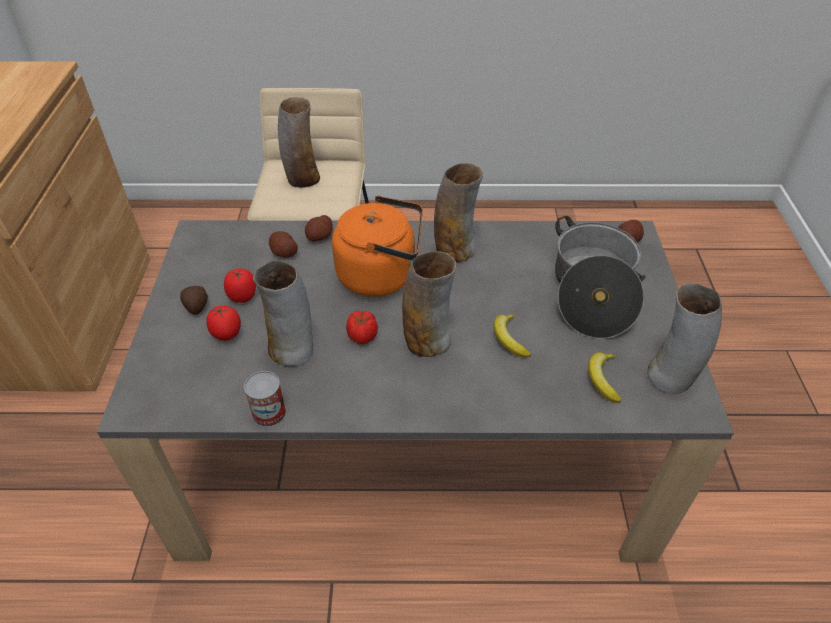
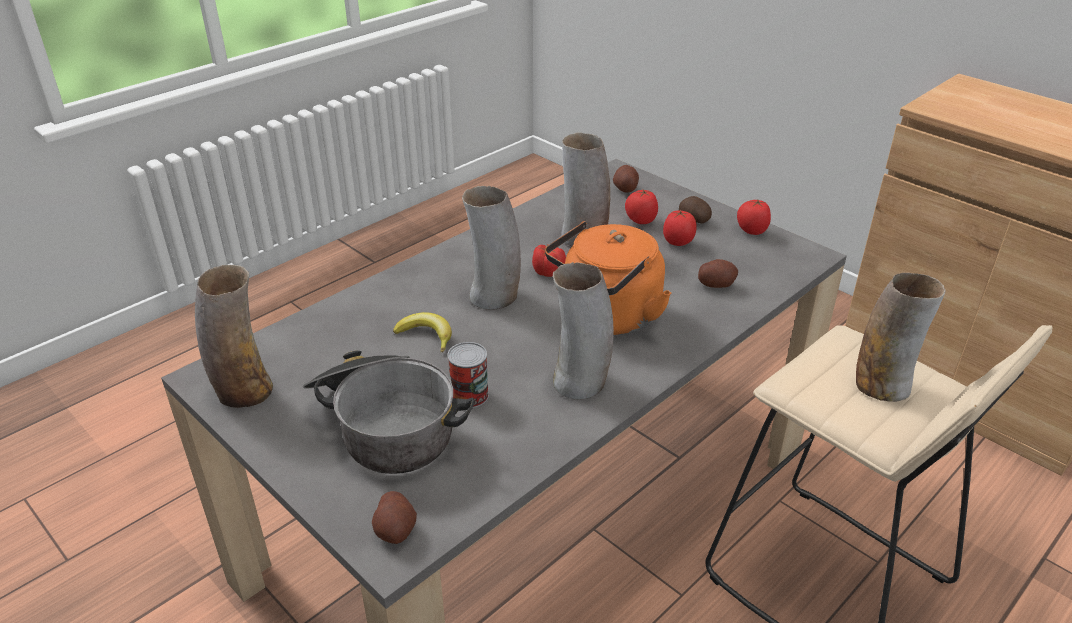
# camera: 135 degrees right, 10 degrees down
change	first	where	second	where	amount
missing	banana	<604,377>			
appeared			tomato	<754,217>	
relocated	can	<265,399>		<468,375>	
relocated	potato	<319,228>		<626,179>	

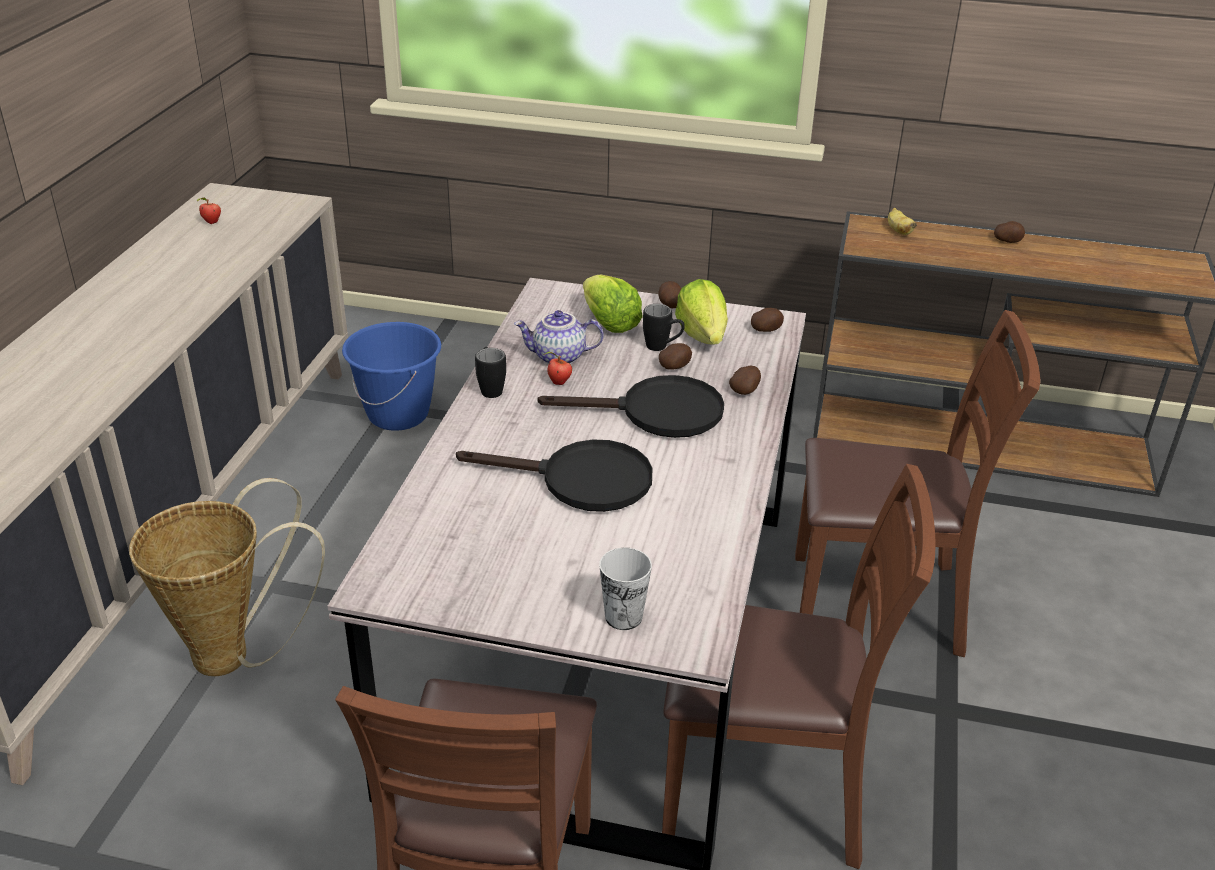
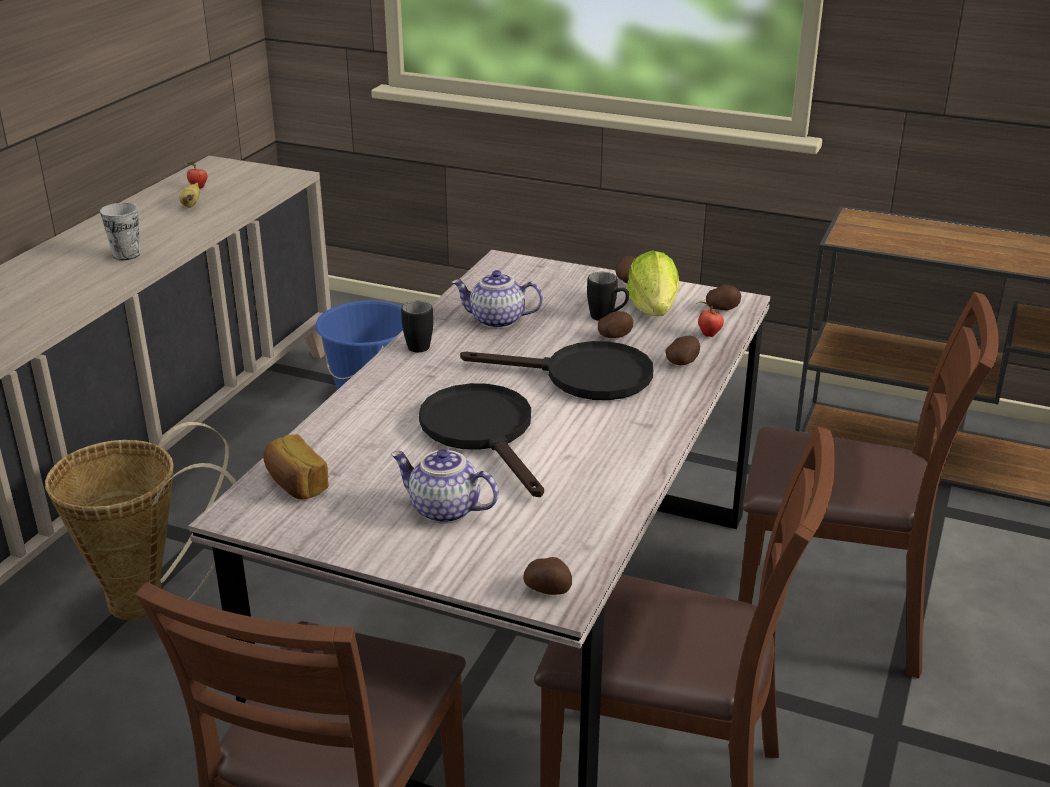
# camera: 10 degrees right, 5 degrees down
change	first	where	second	where	amount
missing	lettuce	<613,303>			
appeared			bread	<296,466>	
appeared			teapot	<445,486>	
relocated	apple	<558,368>		<711,319>	
relocated	cup	<625,589>		<120,231>	
relocated	banana	<902,221>		<189,195>	
relocated	potato	<1009,232>		<547,576>	
spun	black frying pan	<554,475>		<481,440>	135 degrees counterclockwise

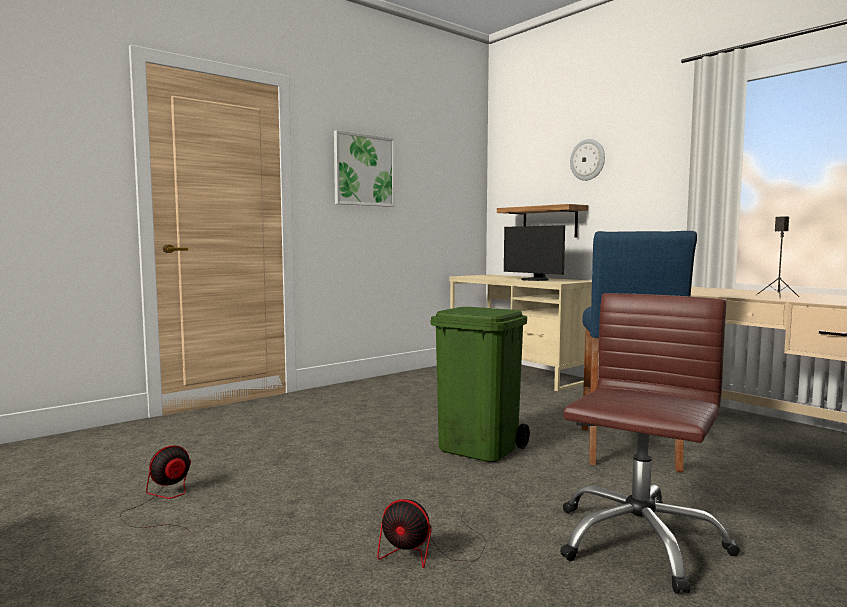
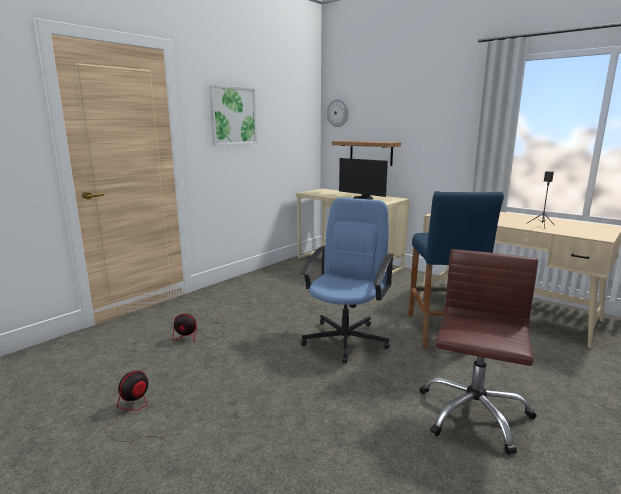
# camera: 10 degrees left, 10 degrees up
change	first	where	second	where	amount
relocated	fan	<432,533>		<199,328>	
relocated	wall clock	<587,160>		<338,113>	
exchanged	green trash can	<480,384>	blue office chair	<348,280>	

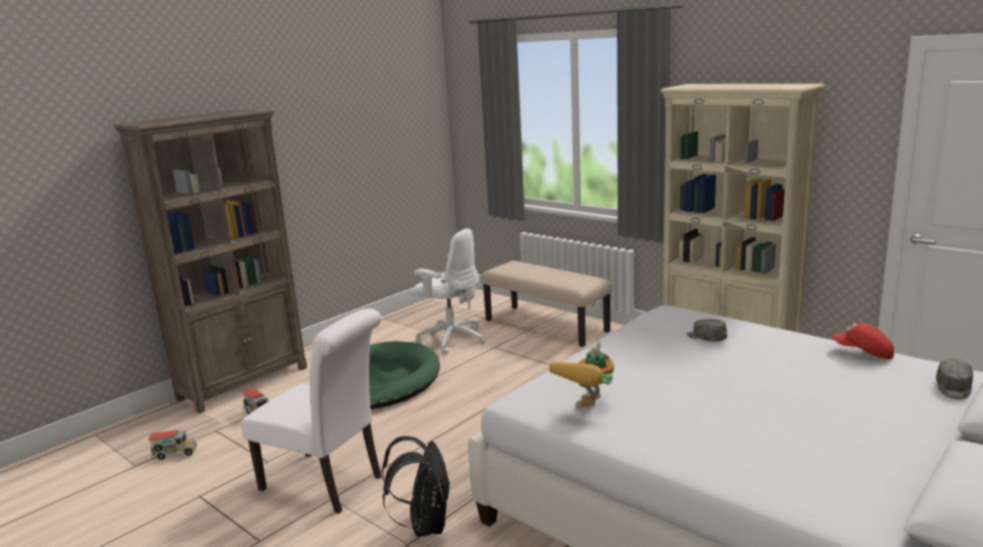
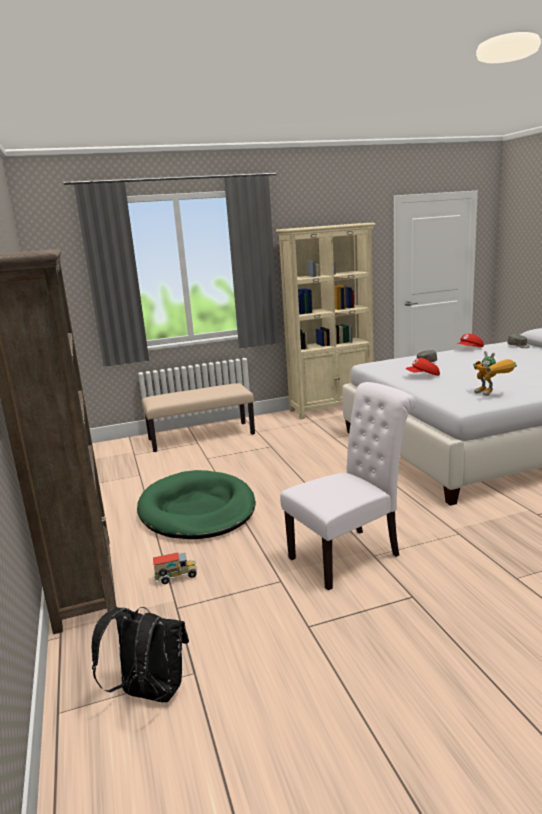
# camera: 60 degrees left, 0 degrees up
change	first	where	second	where	amount
missing	toy truck	<173,445>			
missing	white office chair	<448,291>			
appeared			red cap	<422,367>	
relocated	black backpack	<415,486>		<140,654>	

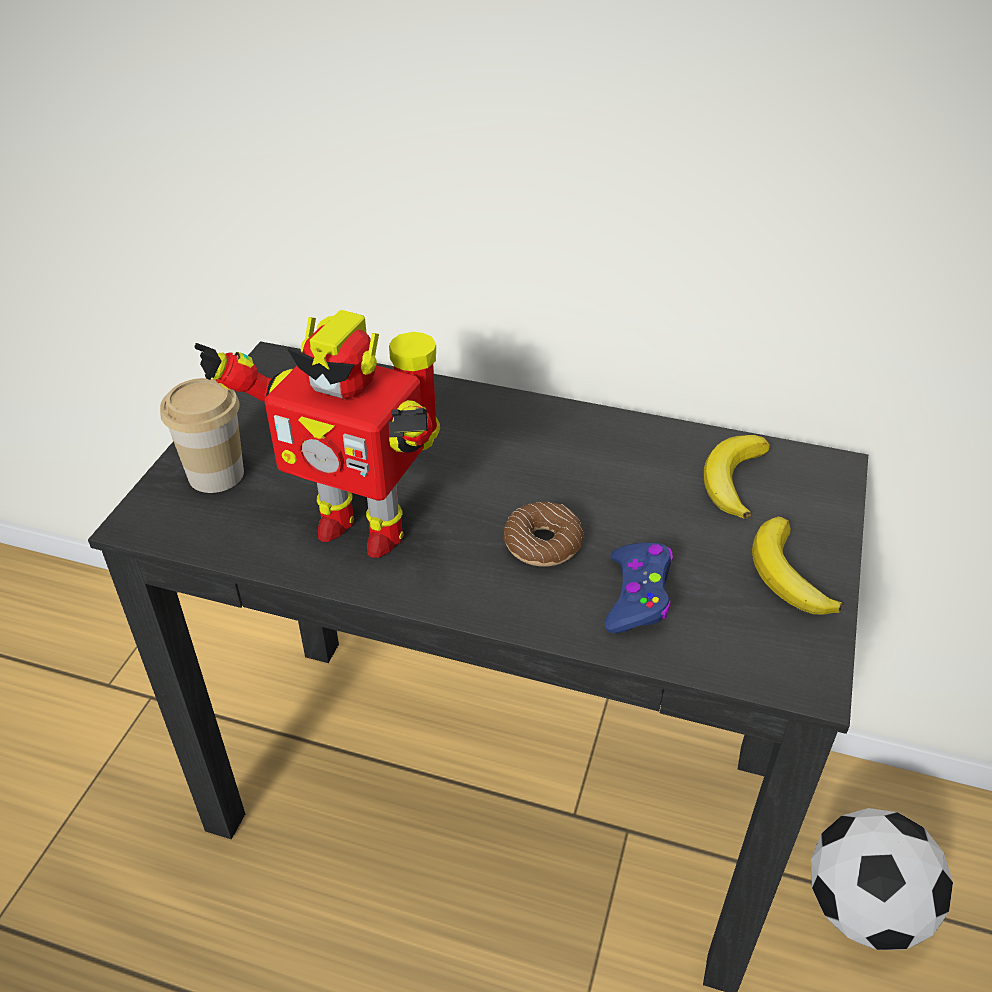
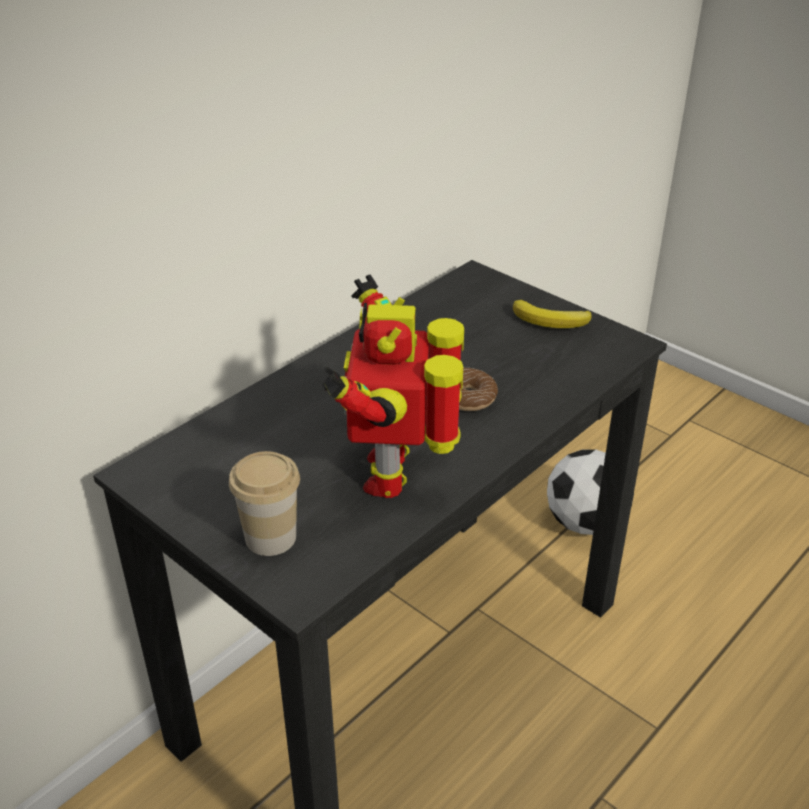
# camera: 65 degrees left, 5 degrees down
change	first	where	second	where	amount
missing	blue game controller	<639,587>			
missing	banana	<737,477>			
spun	toy robot	<317,434>		<393,386>	135 degrees clockwise

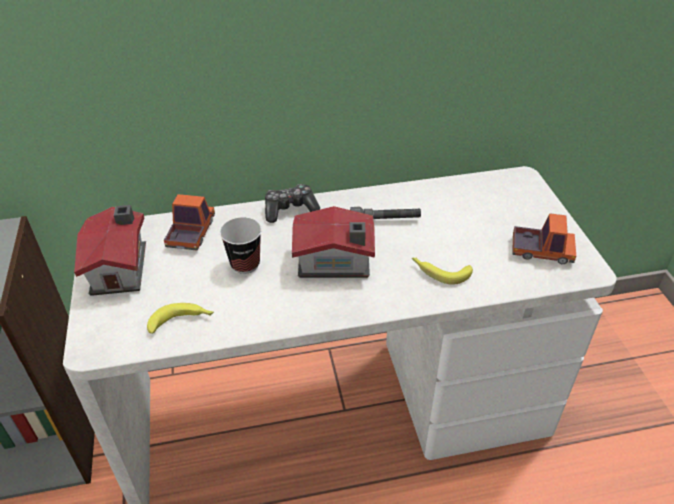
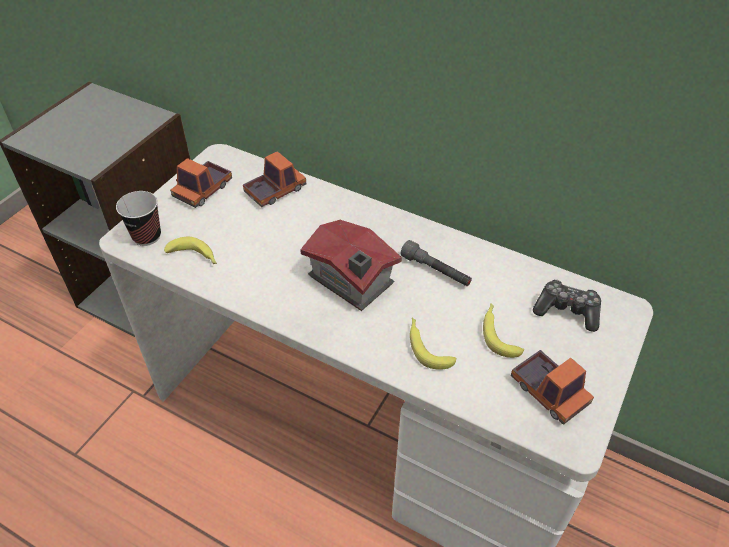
# camera: 40 degrees right, 5 degrees up
change	first	where	second	where	amount
appeared			banana	<503,330>	
relocated	cup	<241,245>		<138,218>	
relocated	game controller	<292,203>		<567,305>	
exchanged	toy house	<110,250>	toy truck	<201,183>	

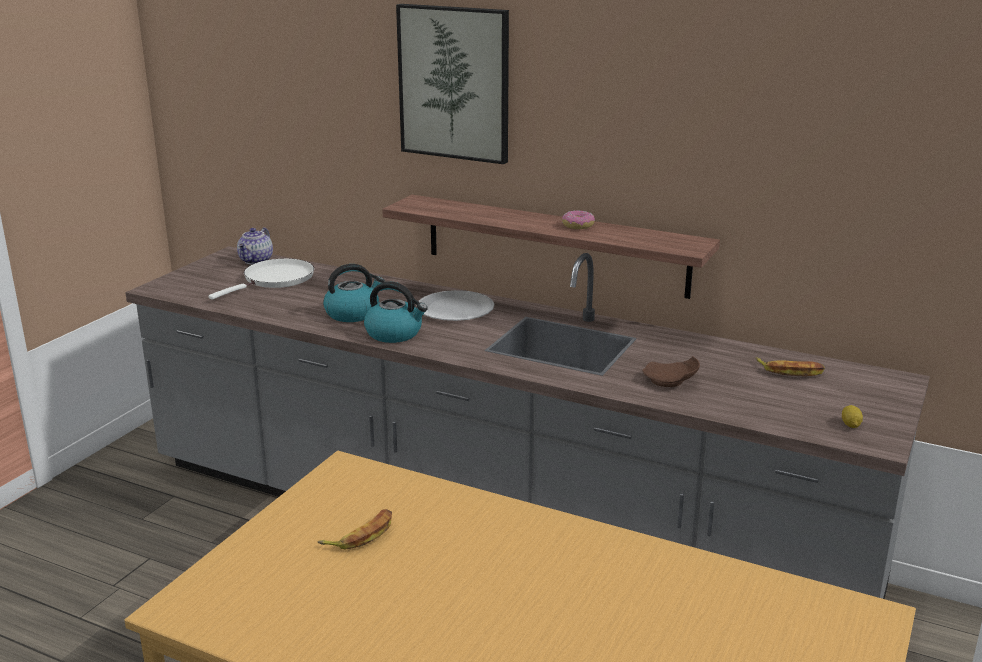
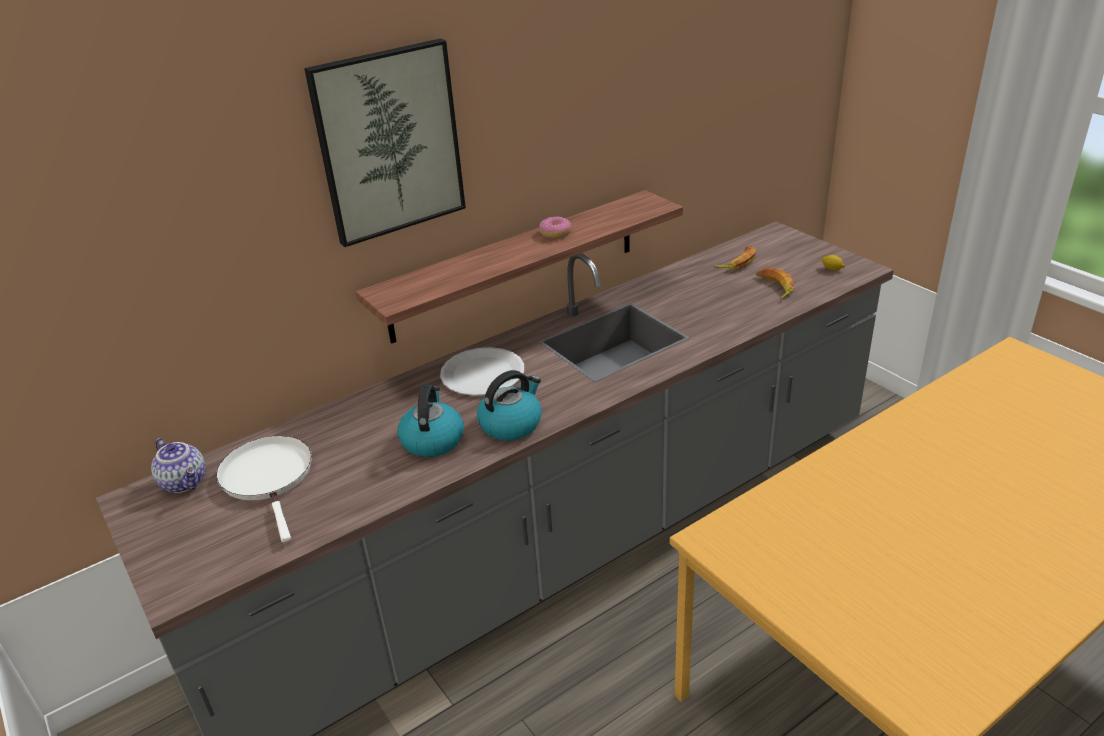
# camera: 60 degrees left, 10 degrees up
change	first	where	second	where	amount
missing	brown plate	<671,371>			
relocated	banana	<354,529>		<775,283>	

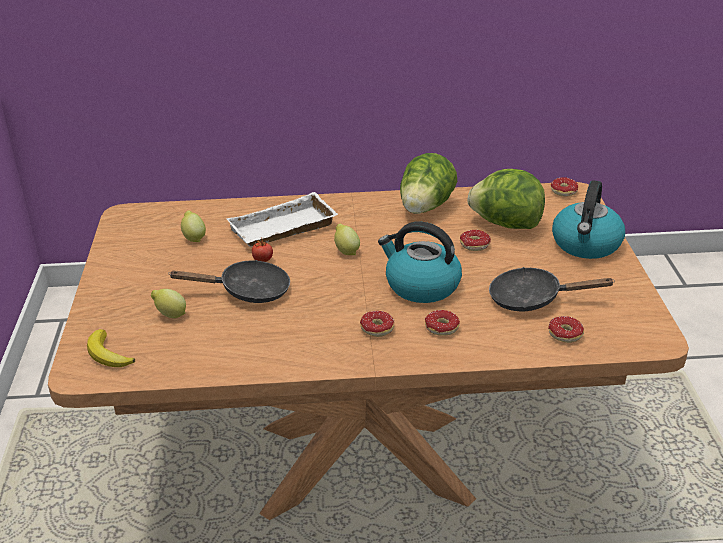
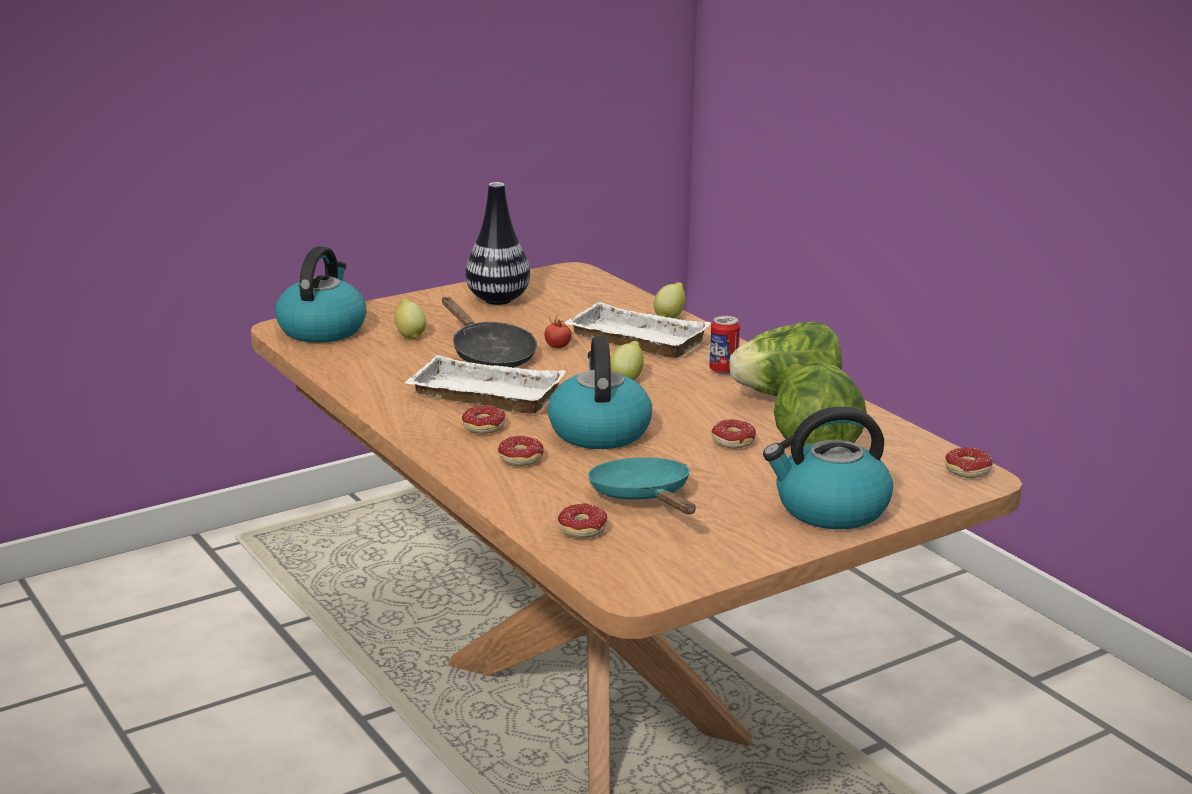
# camera: 60 degrees right, 10 degrees down
change	first	where	second	where	amount
appeared			white tray	<485,384>	
appeared			vase	<497,243>	
appeared			can	<724,345>	
relocated	lemon	<193,226>		<669,300>	
exchanged	banana	<111,348>	kettle	<320,294>	
colour	black frying pan	<552,289>	turquoise frying pan	<642,485>	

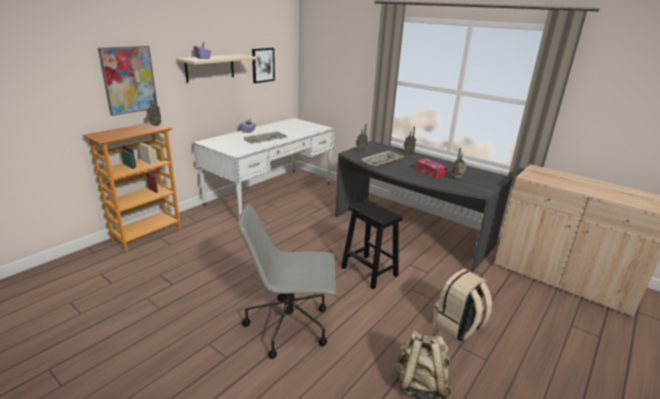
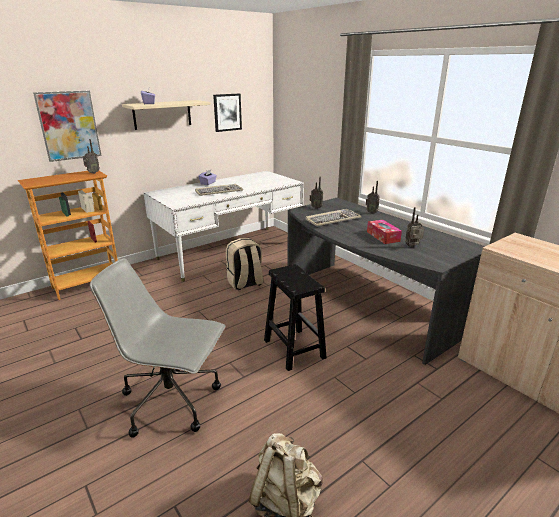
# camera: 15 degrees right, 0 degrees up
change	first	where	second	where	amount
relocated	beige backpack	<462,305>		<244,264>	

